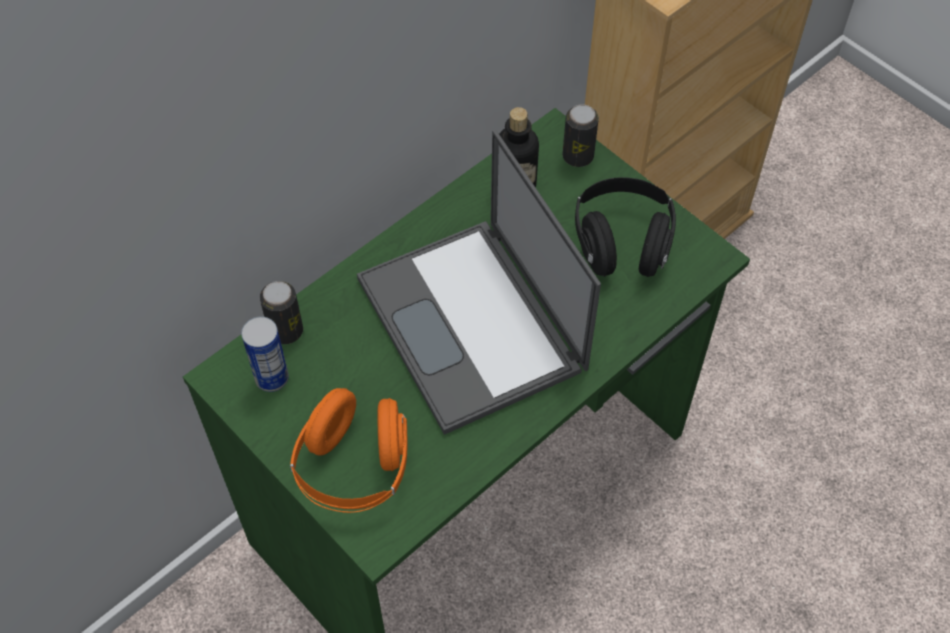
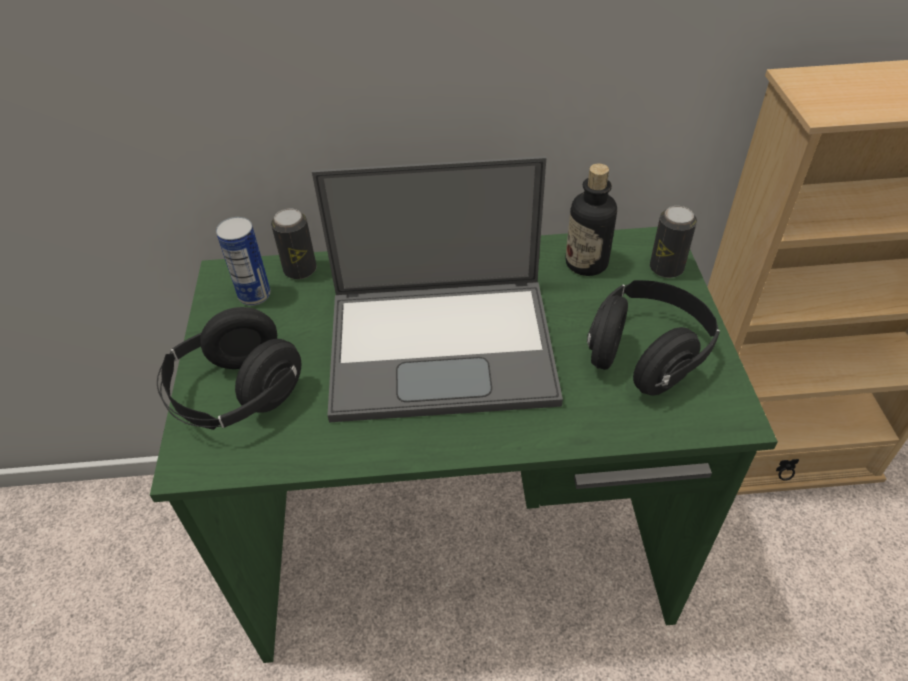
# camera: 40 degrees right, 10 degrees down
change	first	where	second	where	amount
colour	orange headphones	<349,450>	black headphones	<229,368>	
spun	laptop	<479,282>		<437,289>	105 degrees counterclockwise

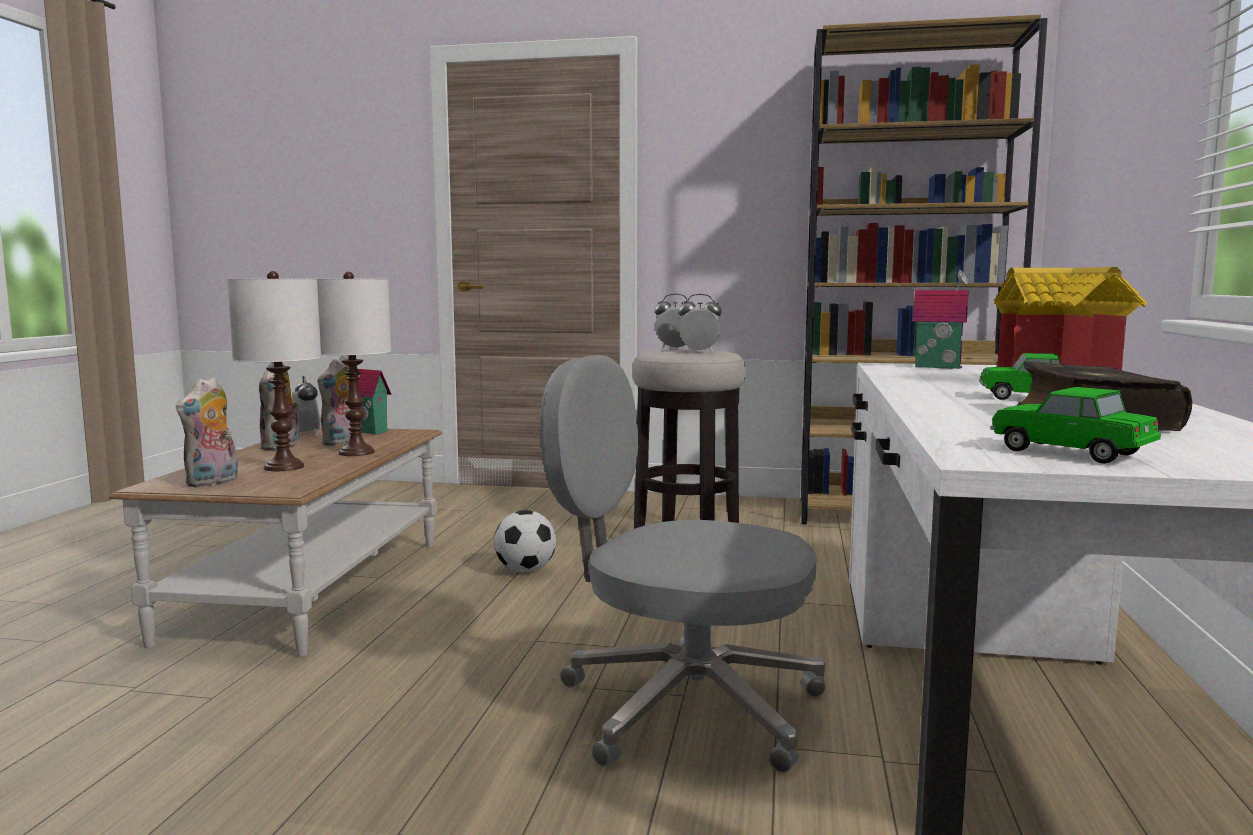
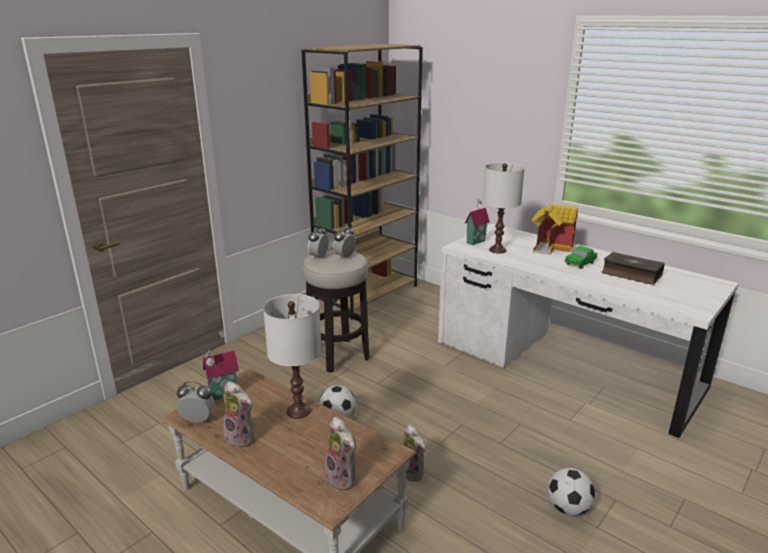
# camera: 60 degrees left, 15 degrees up
change	first	where	second	where	amount
missing	grey office chair	<683,564>			
missing	toy car	<1075,425>			
appeared			football	<571,492>	
relocated	white table lamp	<274,371>		<504,208>	
relocated	plush toy	<339,402>		<414,453>	

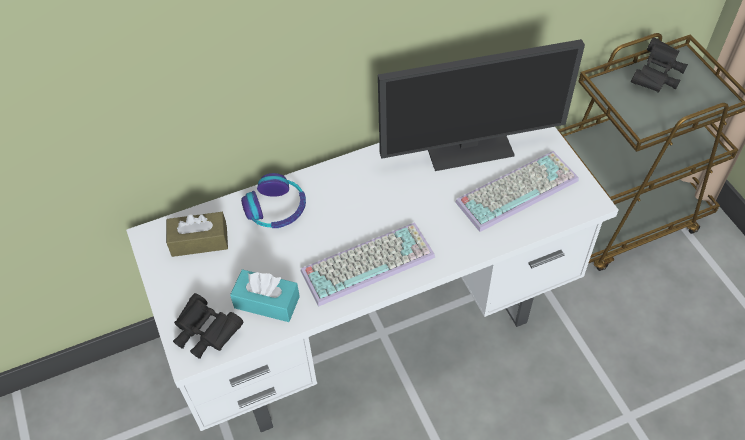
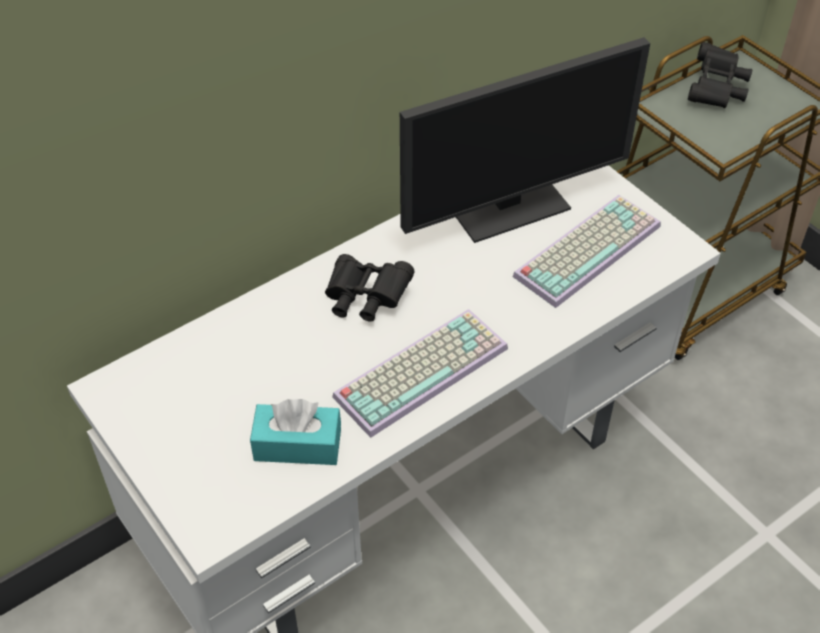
# camera: 15 degrees left, 5 degrees down
change	first	where	second	where	amount
missing	brown tissue box	<197,234>			
missing	headphones	<273,200>			
relocated	black binoculars	<208,326>		<370,288>	

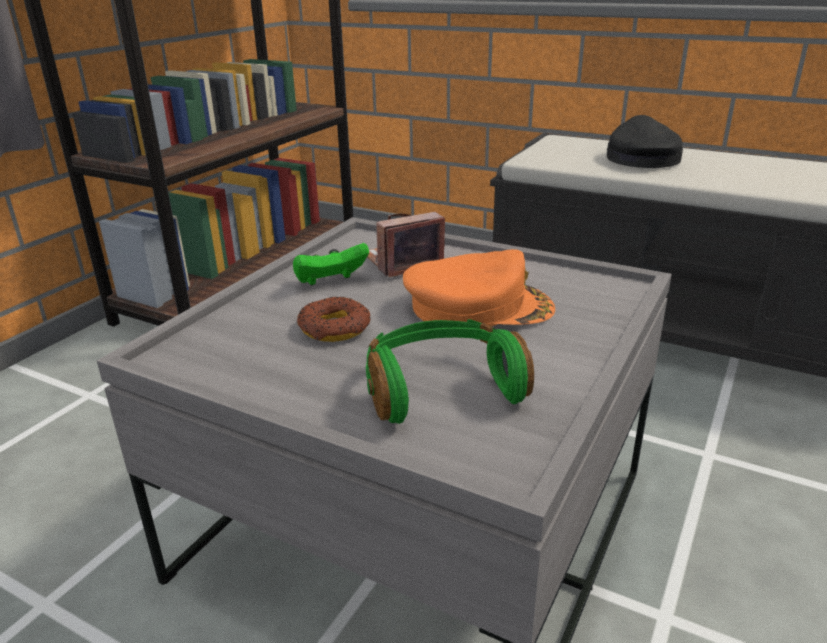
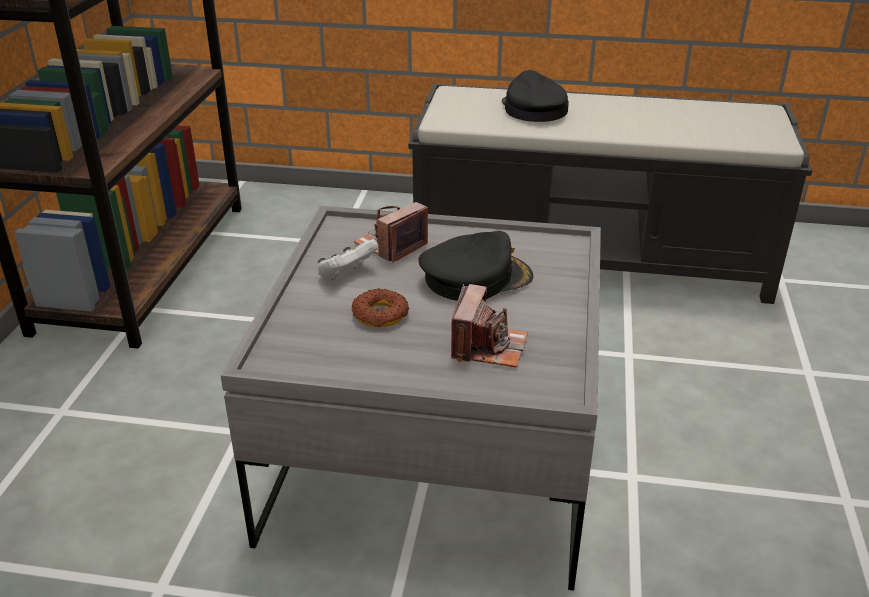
# camera: 20 degrees left, 5 degrees up
change	first	where	second	where	amount
exchanged	green headphones	<450,371>	photo camera	<489,325>	
colour	green game controller	<331,264>	white game controller	<348,259>	
colour	orange cap	<479,287>	black cap	<475,266>	

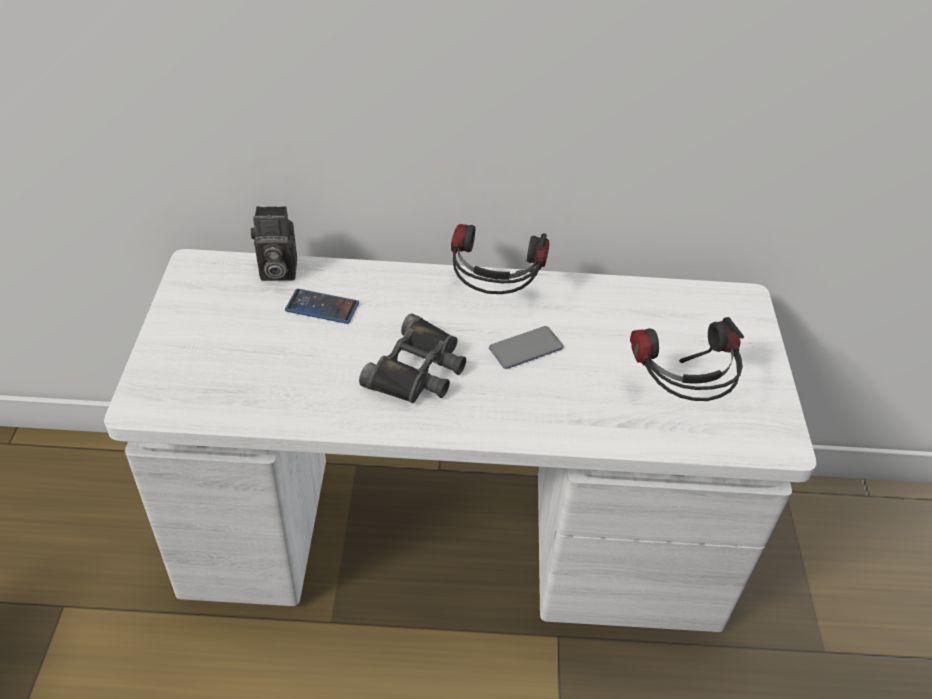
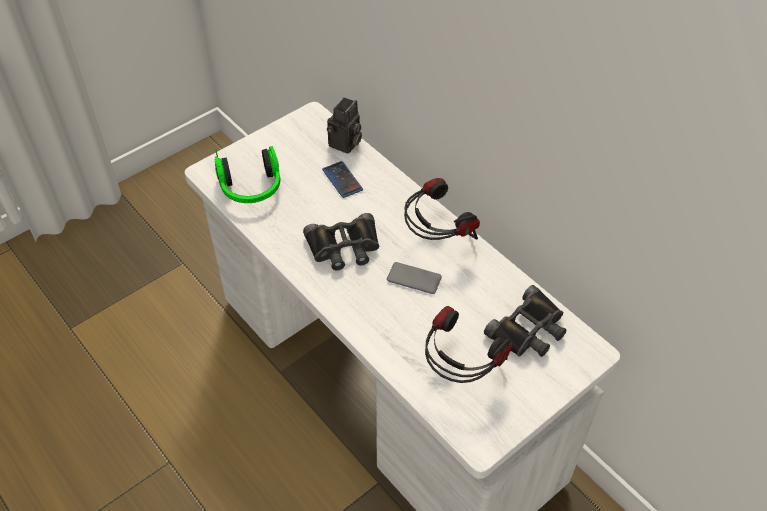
# camera: 50 degrees right, 5 degrees up
change	first	where	second	where	amount
appeared			headphones	<247,174>	
appeared			black binoculars	<525,321>	
spun	photo camera	<274,243>		<344,125>	105 degrees counterclockwise

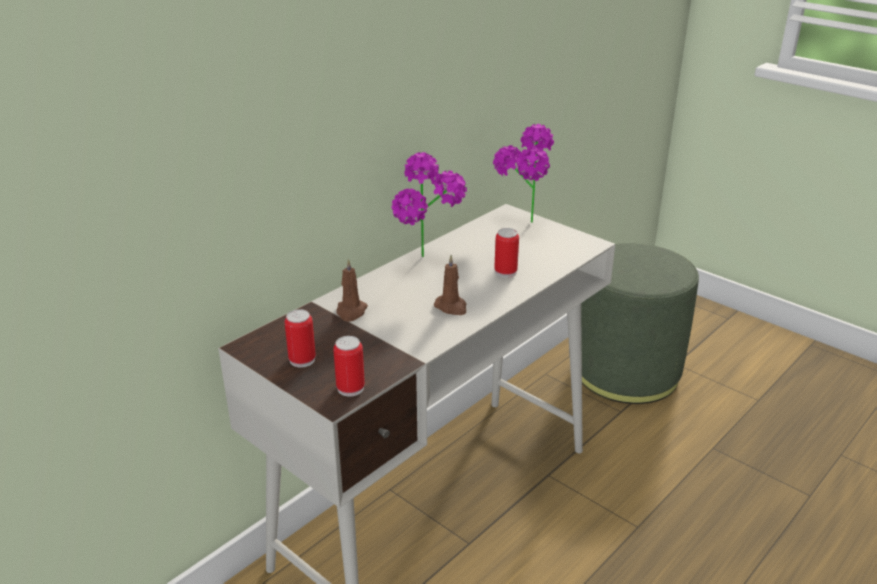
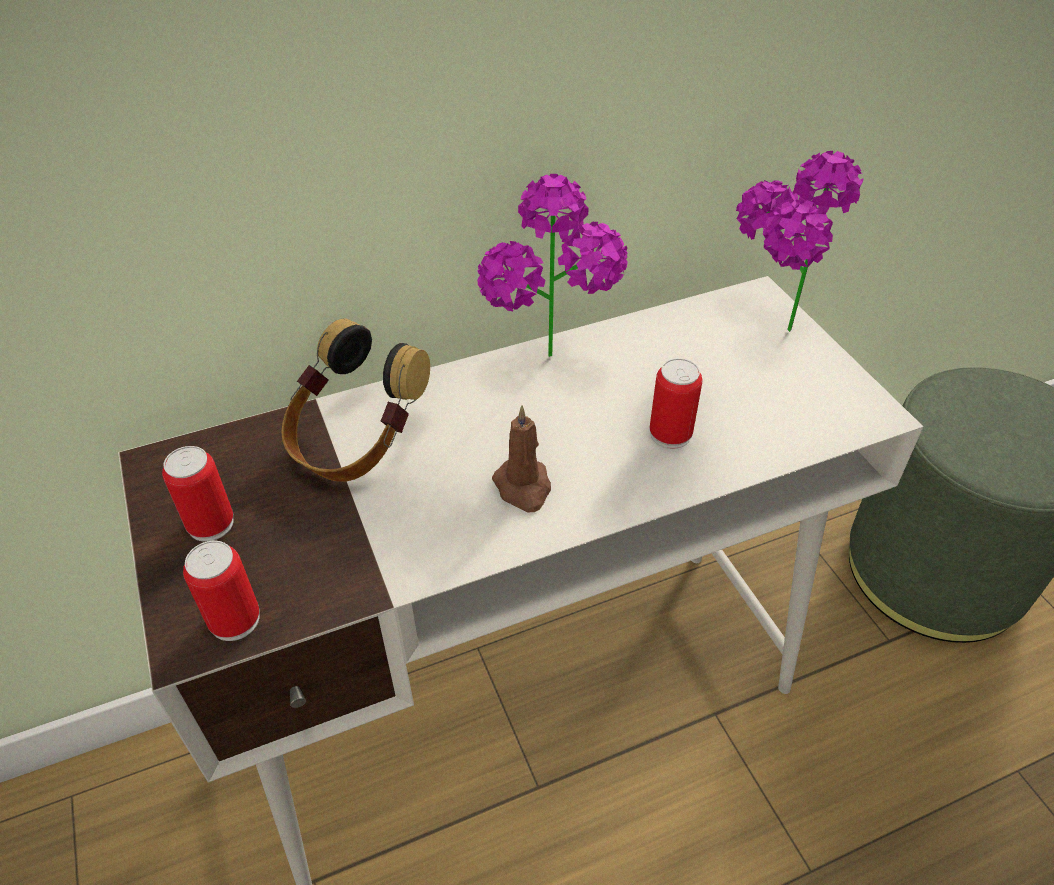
# camera: 25 degrees right, 15 degrees up
change	first	where	second	where	amount
exchanged	brown candle	<352,290>	headphones	<355,400>	

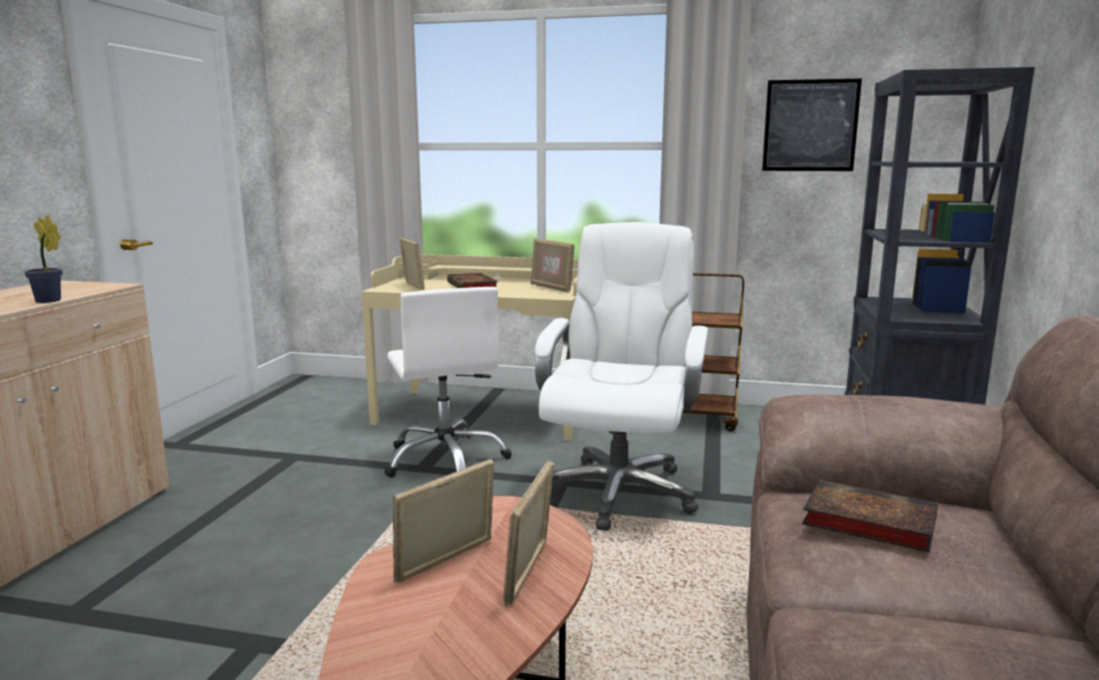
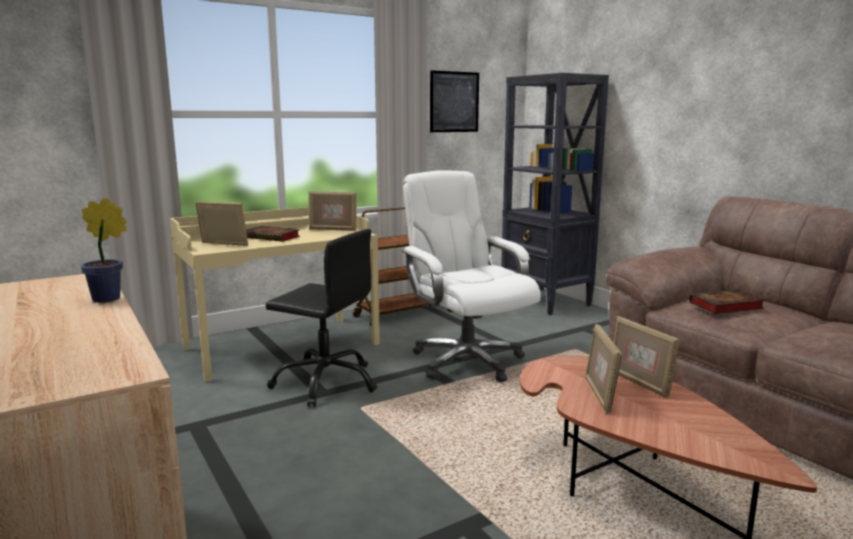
# camera: 45 degrees left, 0 degrees up
change	first	where	second	where	amount
colour	white office chair	<448,382>	black office chair	<321,318>	

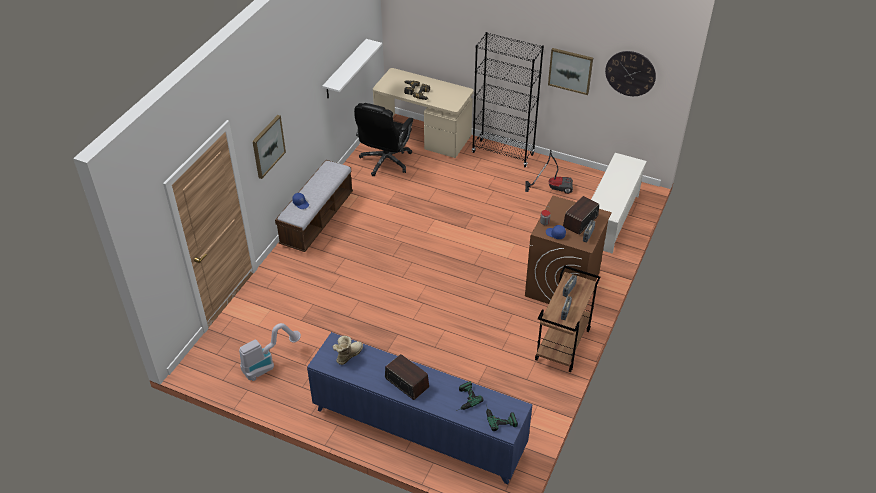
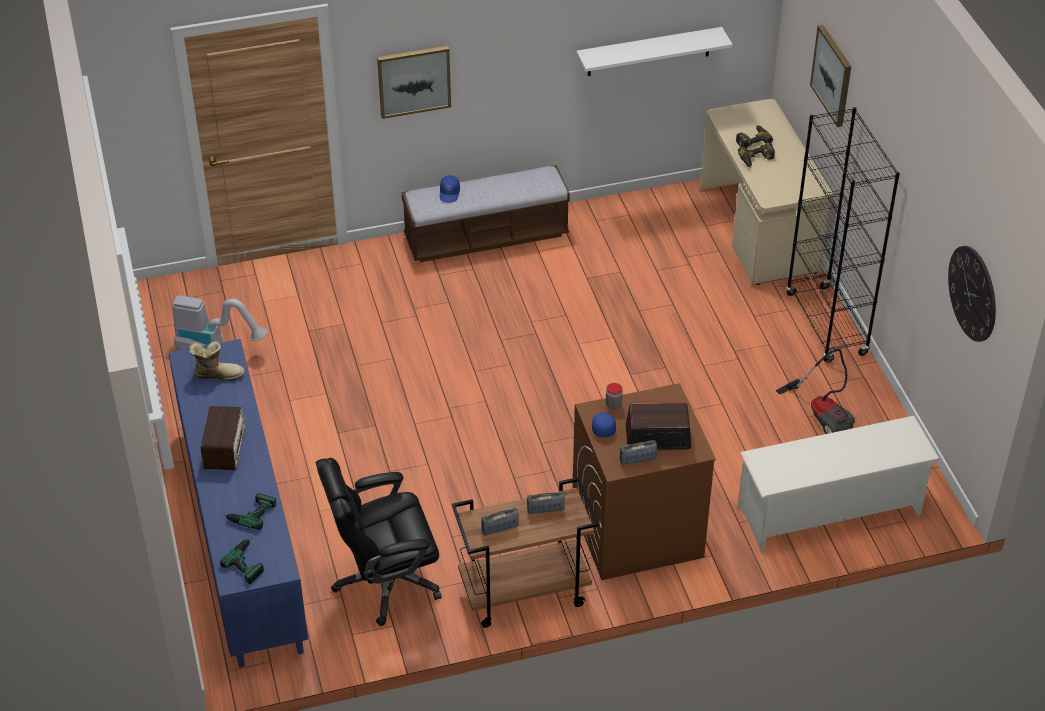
# camera: 50 degrees right, 0 degrees up
change	first	where	second	where	amount
relocated	black office chair	<384,139>		<379,542>	
relocated	picture	<570,71>		<830,76>	

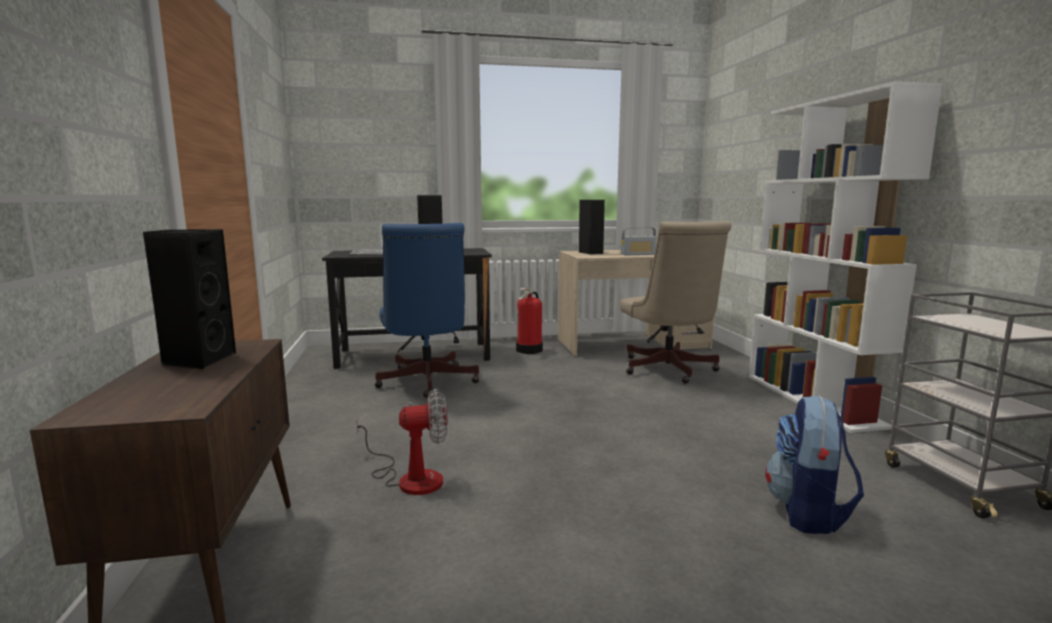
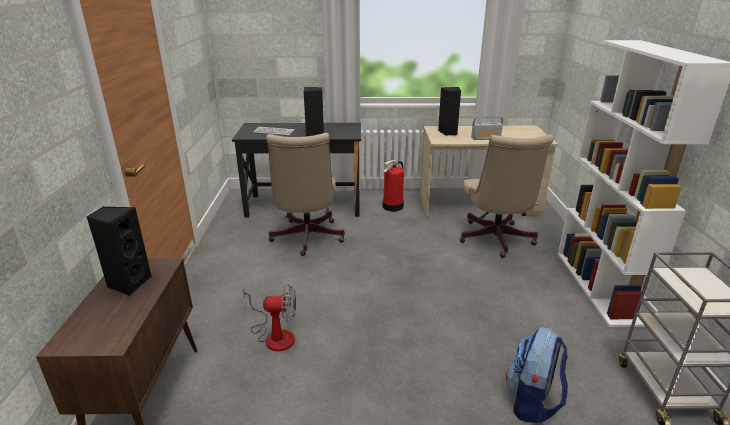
# camera: 10 degrees right, 15 degrees up
change	first	where	second	where	amount
colour	blue office chair	<427,310>	beige office chair	<305,194>	

